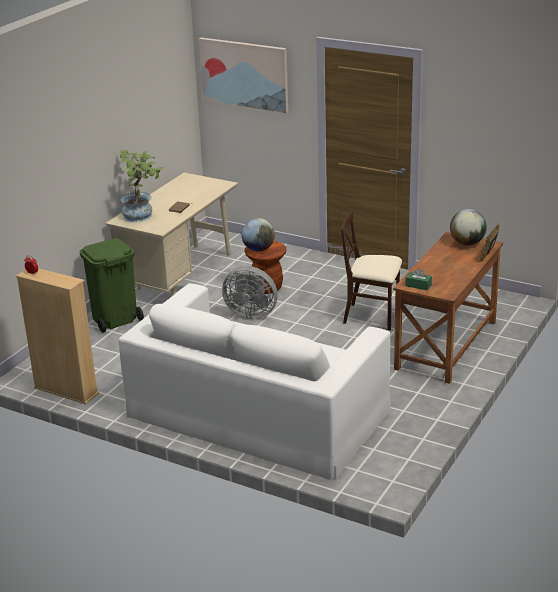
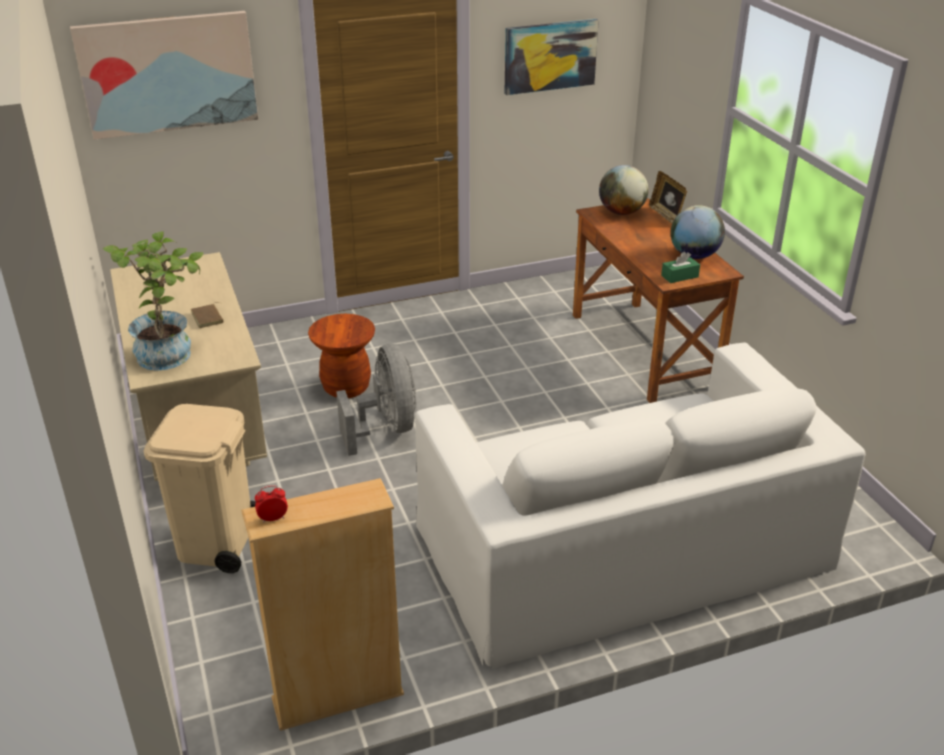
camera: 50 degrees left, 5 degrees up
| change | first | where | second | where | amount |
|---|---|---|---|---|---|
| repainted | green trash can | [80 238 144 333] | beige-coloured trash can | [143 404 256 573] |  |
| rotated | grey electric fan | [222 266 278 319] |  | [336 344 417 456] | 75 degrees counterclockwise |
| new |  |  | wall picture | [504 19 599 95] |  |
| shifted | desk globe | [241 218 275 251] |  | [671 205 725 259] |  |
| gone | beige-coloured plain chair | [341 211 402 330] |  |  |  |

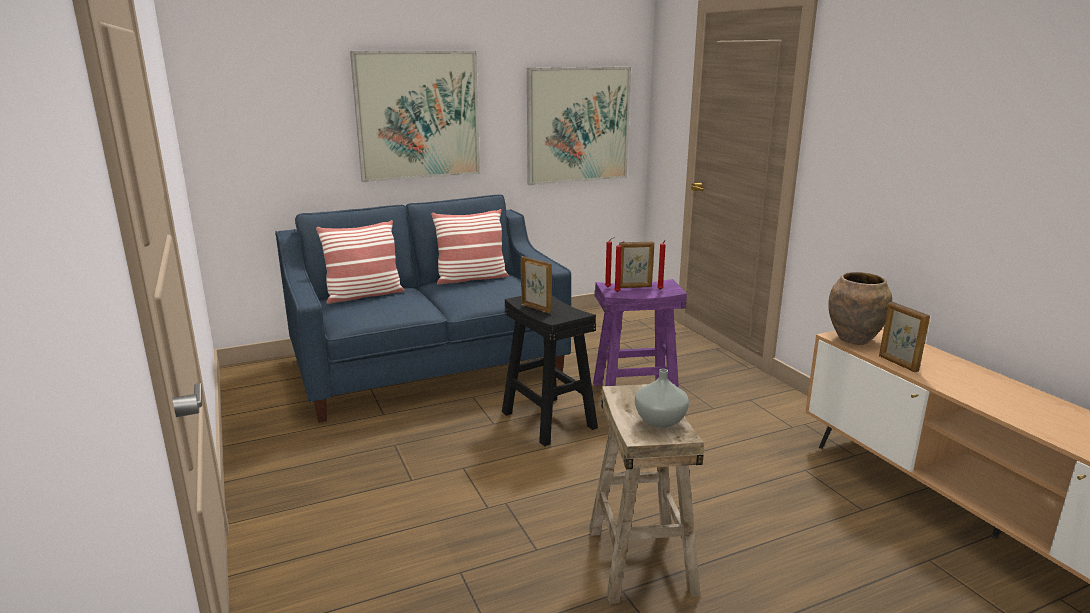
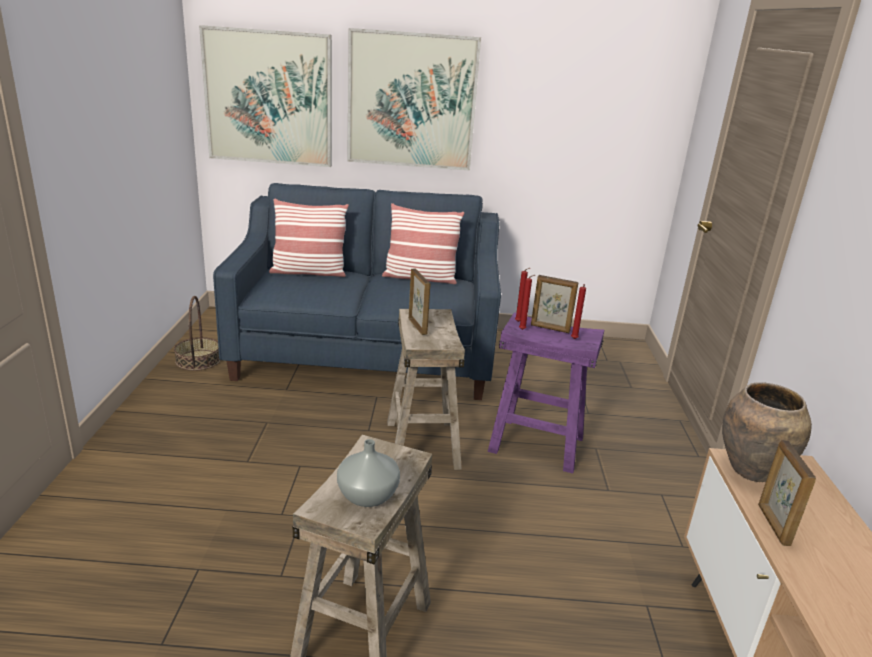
camera: 25 degrees right, 5 degrees up
| change | first | where | second | where | amount |
|---|---|---|---|---|---|
| new |  |  | basket | [174 296 221 371] |  |
| shifted | wall picture | [527 67 631 185] |  | [199 25 332 167] |  |
| repainted | black stool seat | [502 295 598 446] | beige-coloured stool seat | [387 309 465 470] |  |

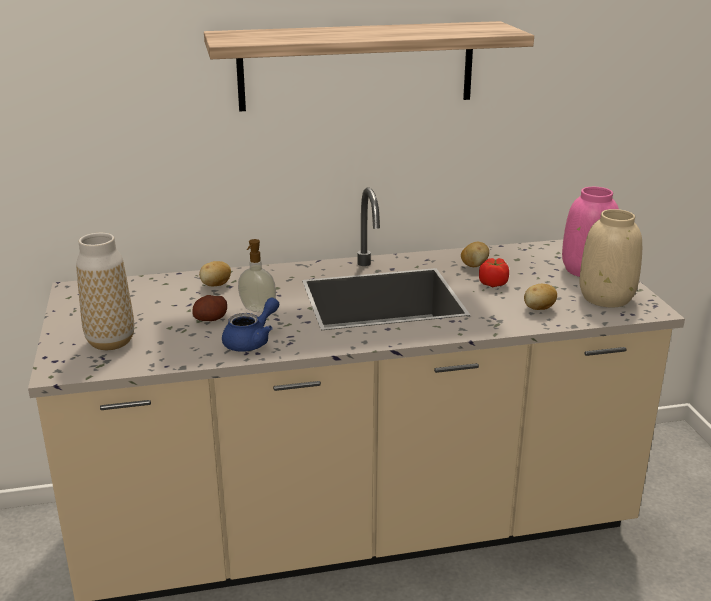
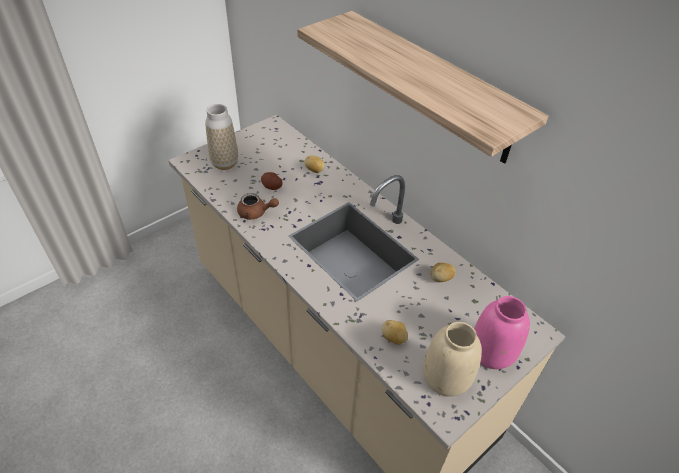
camera: 60 degrees right, 20 degrees up
| change | first | where | second | where | amount |
|---|---|---|---|---|---|
| repainted | blue-coloured teapot | [222 298 279 352] | brown teapot | [237 193 279 220] |  |
| gone | liquid soap bottle | [238 239 276 313] |  |  |  |
| gone | whole tomato | [479 258 509 287] |  |  |  |

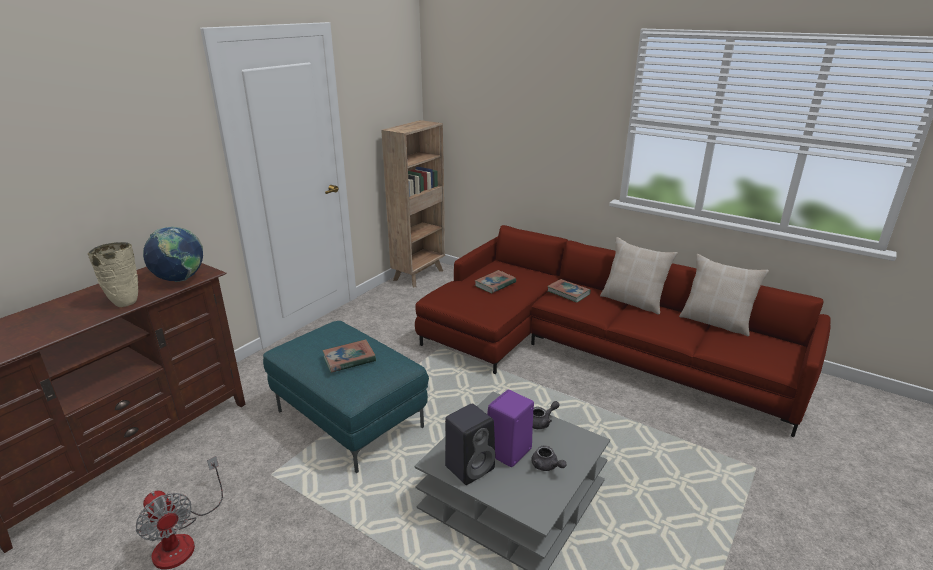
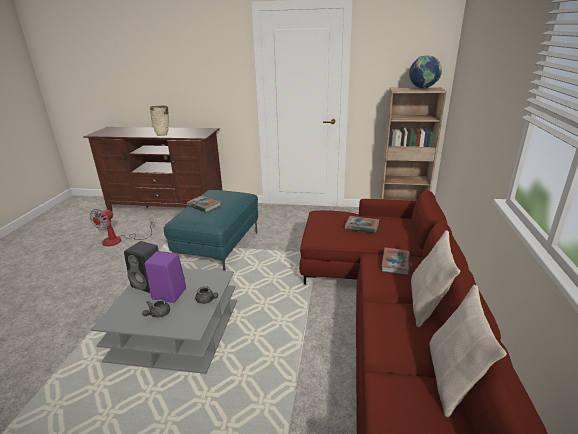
camera: 65 degrees right, 0 degrees up
| change | first | where | second | where | amount |
|---|---|---|---|---|---|
| shifted | desk globe | [143 226 203 282] |  | [409 55 442 89] |  |

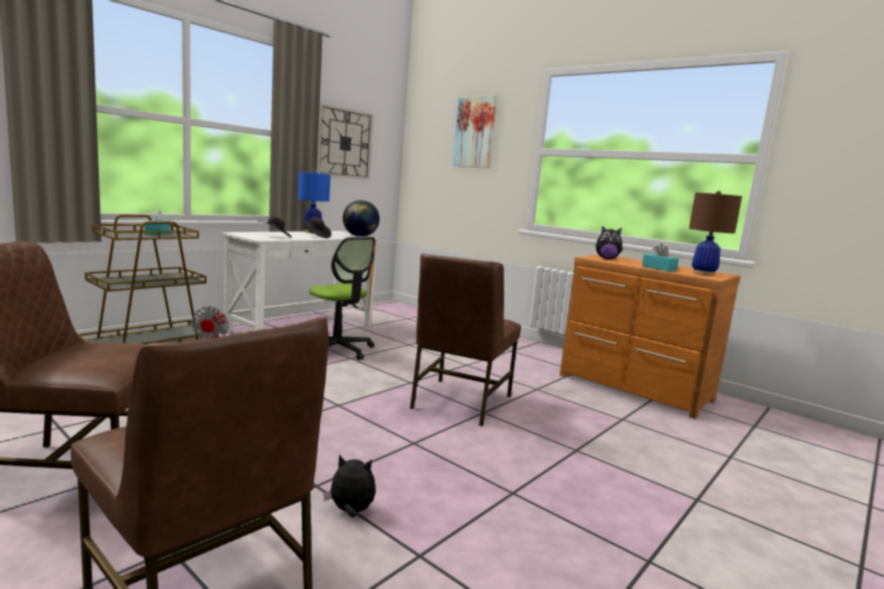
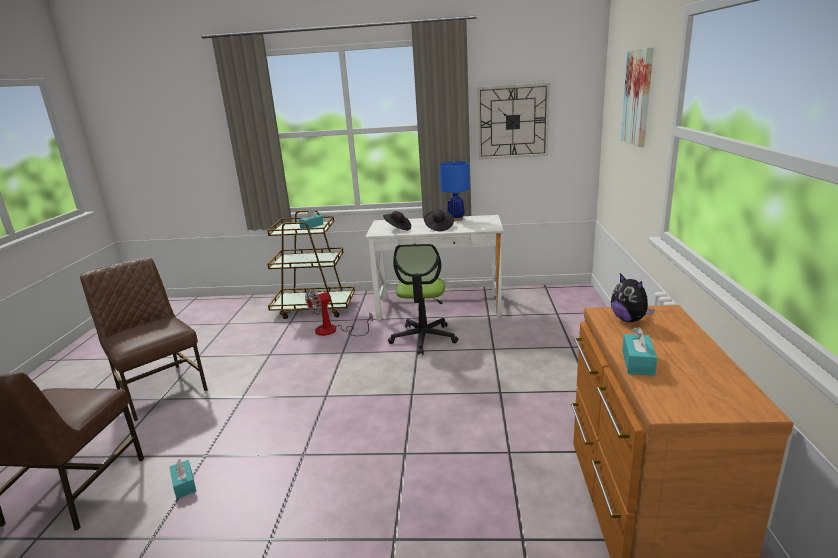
camera: 55 degrees right, 10 degrees up
| change | first | where | second | where | amount |
|---|---|---|---|---|---|
| swapped | plush toy | [323 454 376 518] | blue-green tissue box | [170 459 196 499] |  |
| gone | desk globe | [343 200 380 237] |  |  |  |
| gone | brown plain chair | [410 253 521 426] |  |  |  |
| gone | brown tabletop lamp | [689 191 742 276] |  |  |  |

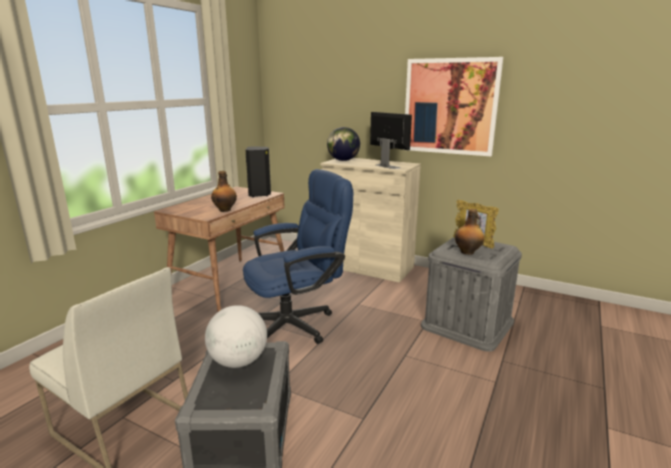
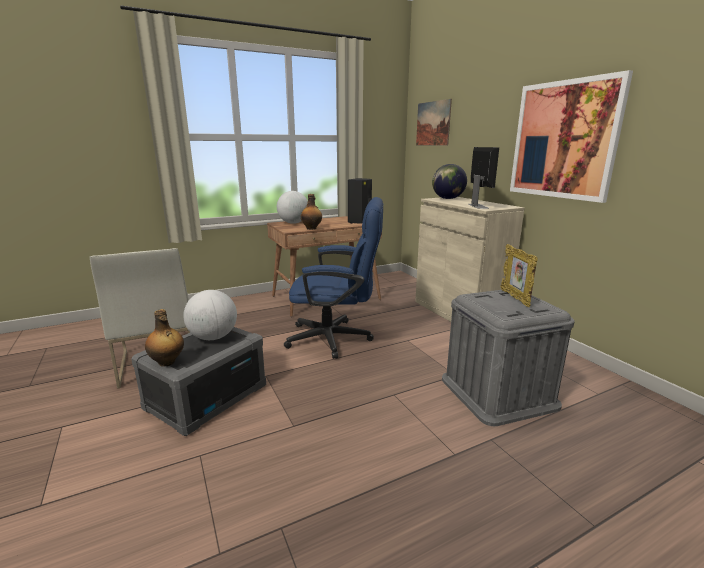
camera: 35 degrees right, 0 degrees up
| change | first | where | second | where | amount |
|---|---|---|---|---|---|
| shifted | bottle | [455 209 484 255] |  | [145 309 184 367] |  |
| new |  |  | desk globe | [277 191 308 224] |  |
| new |  |  | wall picture | [416 99 452 145] |  |

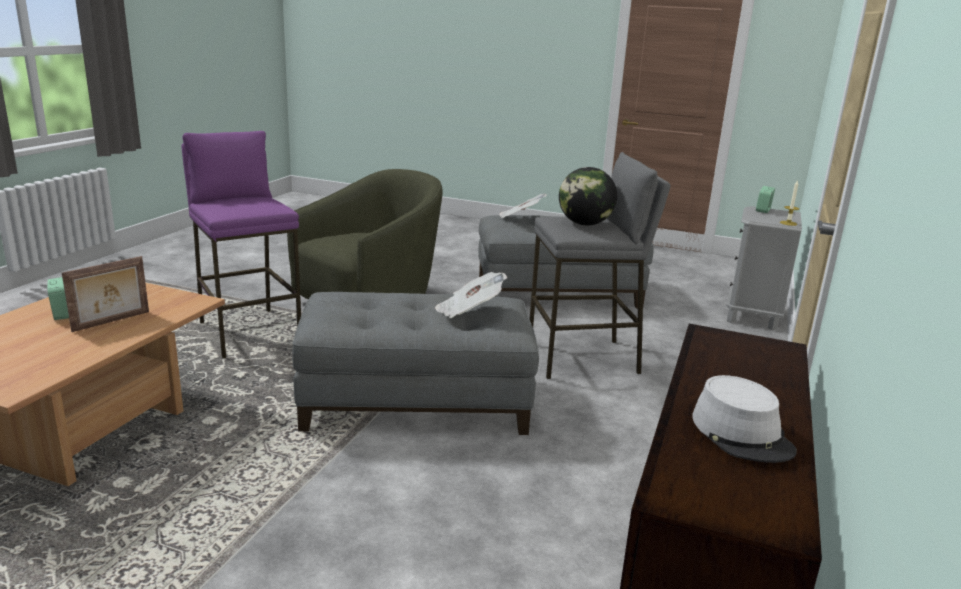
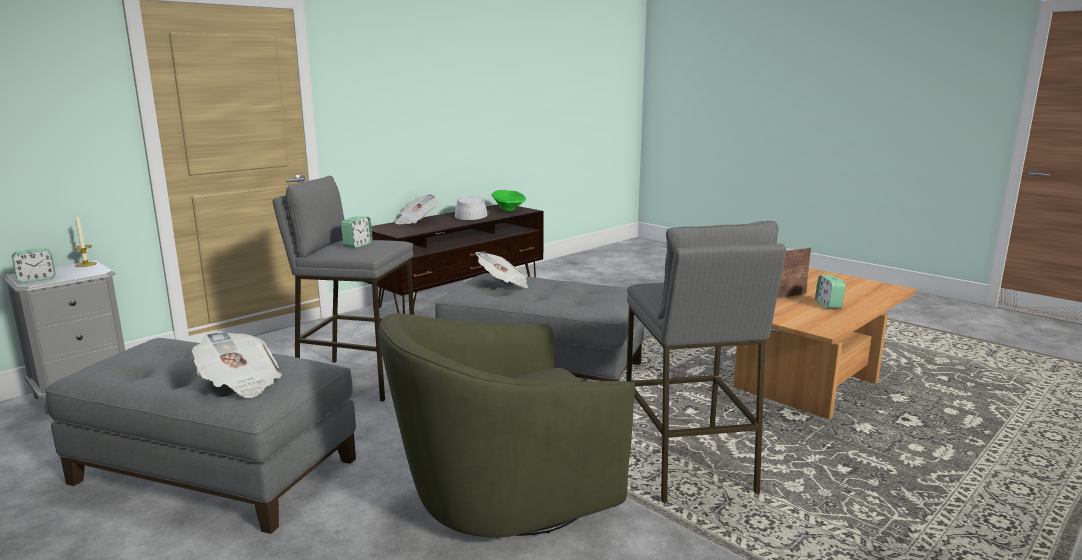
camera: 155 degrees left, 5 degrees down
| change | first | where | second | where | amount |
|---|---|---|---|---|---|
| swapped | desk globe | [559 167 617 225] | table clock | [341 216 373 248] |  |
| new |  |  | newspaper | [395 194 439 224] |  |
| new |  |  | green bowl | [491 190 526 211] |  |
| repainted | purple-coloured stool seat | [182 131 301 358] | grey stool seat | [626 221 786 503] |  |

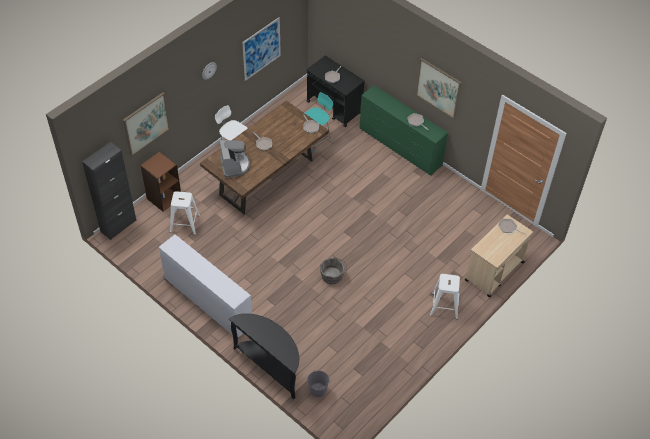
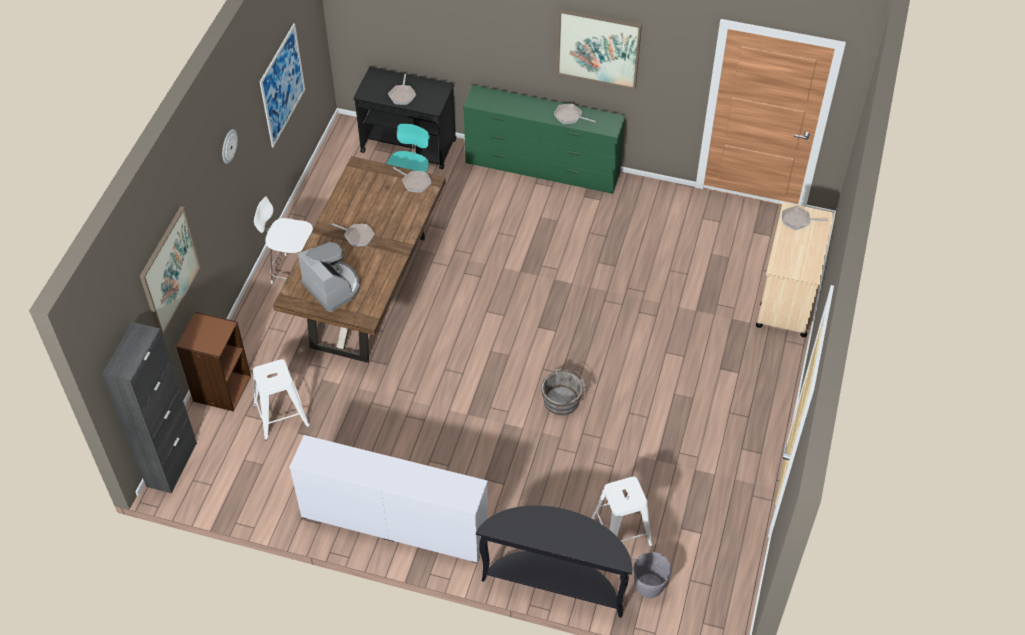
camera: 25 degrees left, 0 degrees up
| change | first | where | second | where | amount |
|---|---|---|---|---|---|
| shifted | white stool seat | [430 274 460 319] |  | [591 477 653 547] |  |

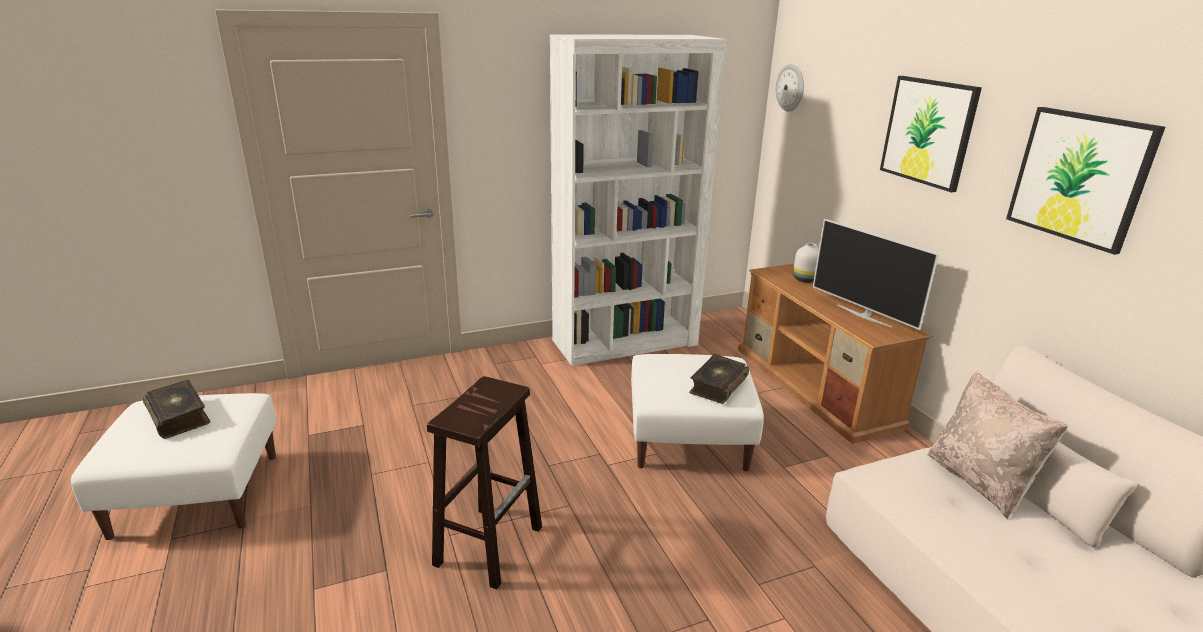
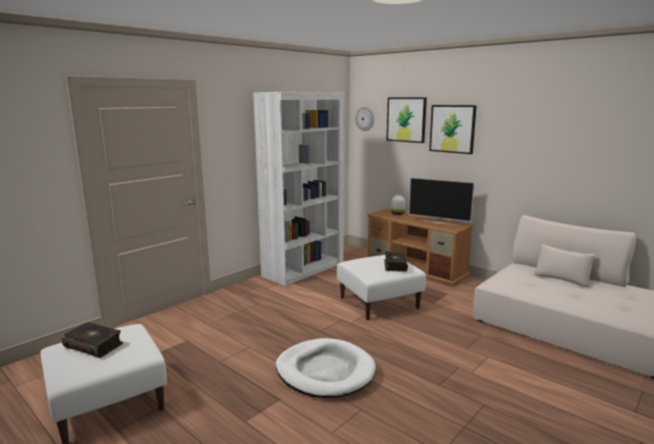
camera: 25 degrees left, 10 degrees down
| change | first | where | second | where | amount |
|---|---|---|---|---|---|
| swapped | brown stool seat | [427 376 542 589] | white dog bed | [276 338 376 398] |  |
| shifted | wall picture | [1006 107 1165 255] |  | [386 97 427 143] |  |
| gone | beige-coloured cushion | [927 371 1068 519] |  |  |  |

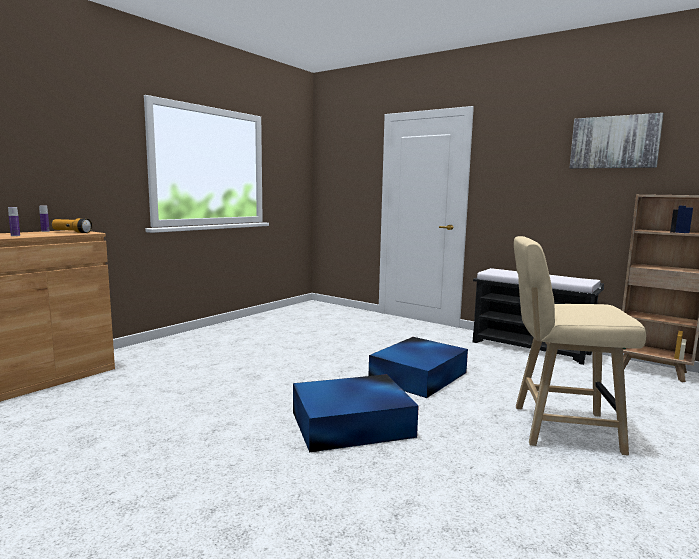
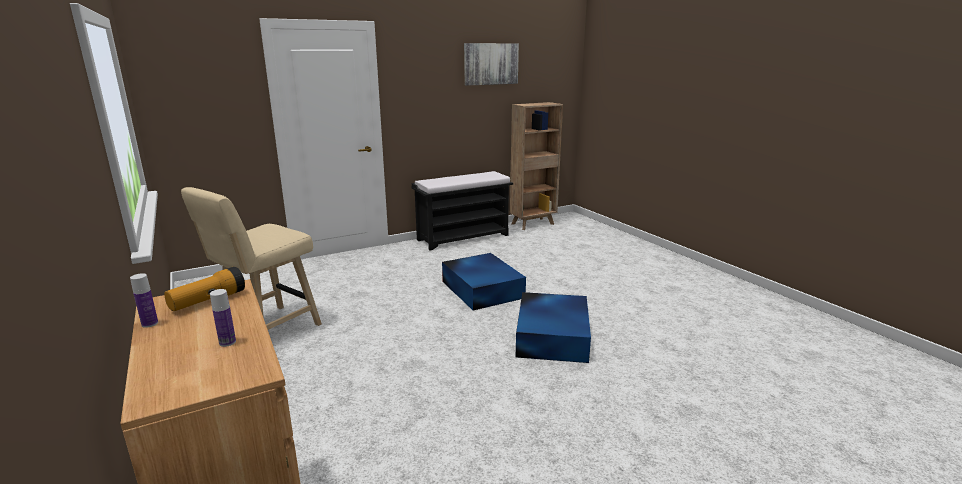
camera: 65 degrees left, 10 degrees up
| change | first | where | second | where | amount |
|---|---|---|---|---|---|
| shifted | beige-coloured stool seat | [514 236 646 456] |  | [181 187 322 330] |  |

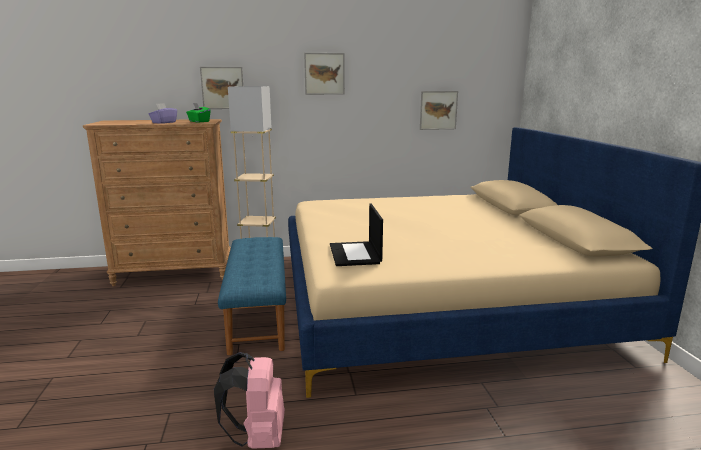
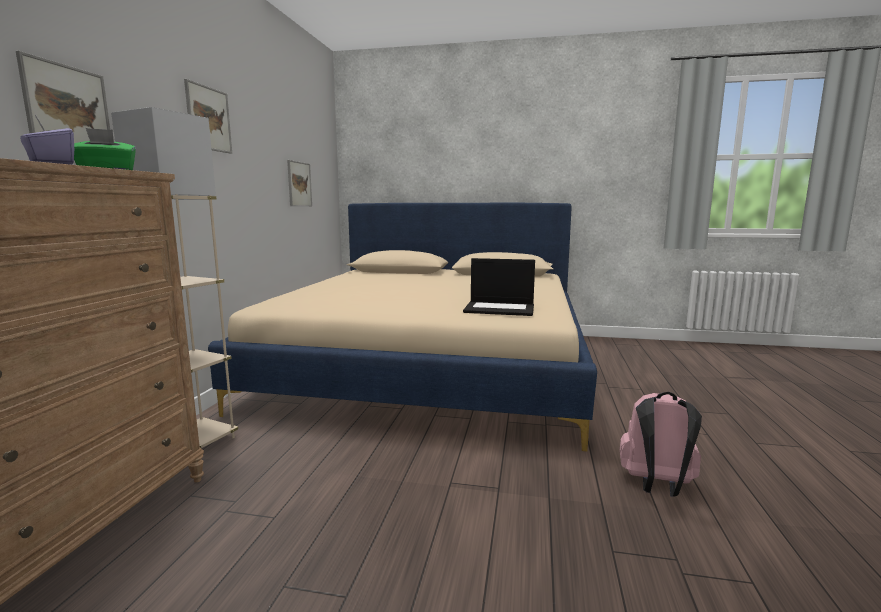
camera: 70 degrees left, 5 degrees down
| change | first | where | second | where | amount |
|---|---|---|---|---|---|
| gone | blue-coloured bench | [218 237 286 355] |  |  |  |

